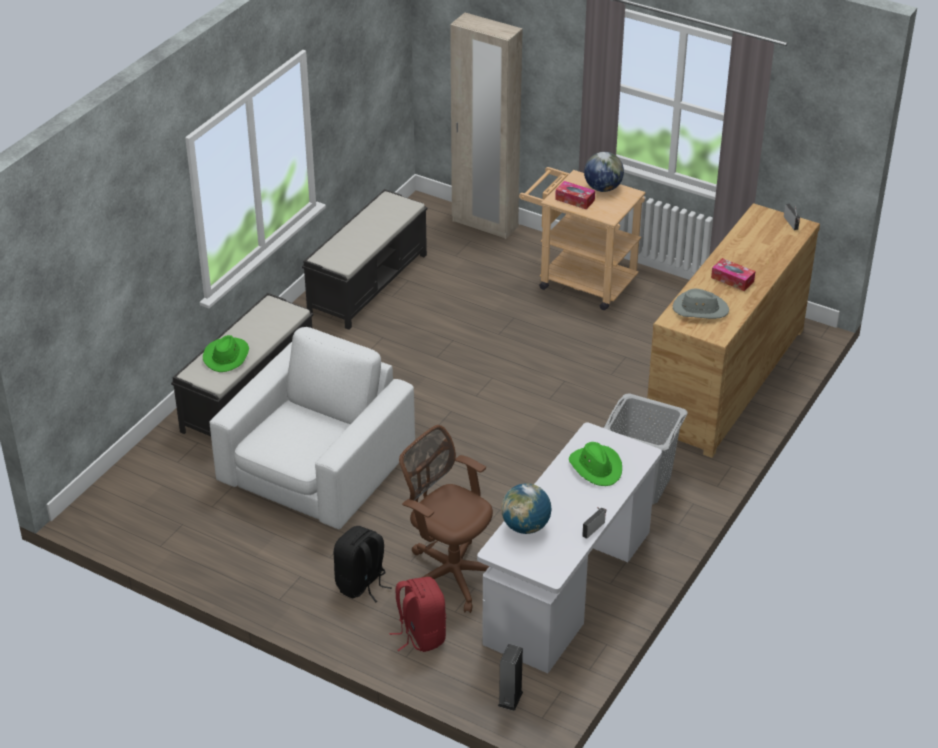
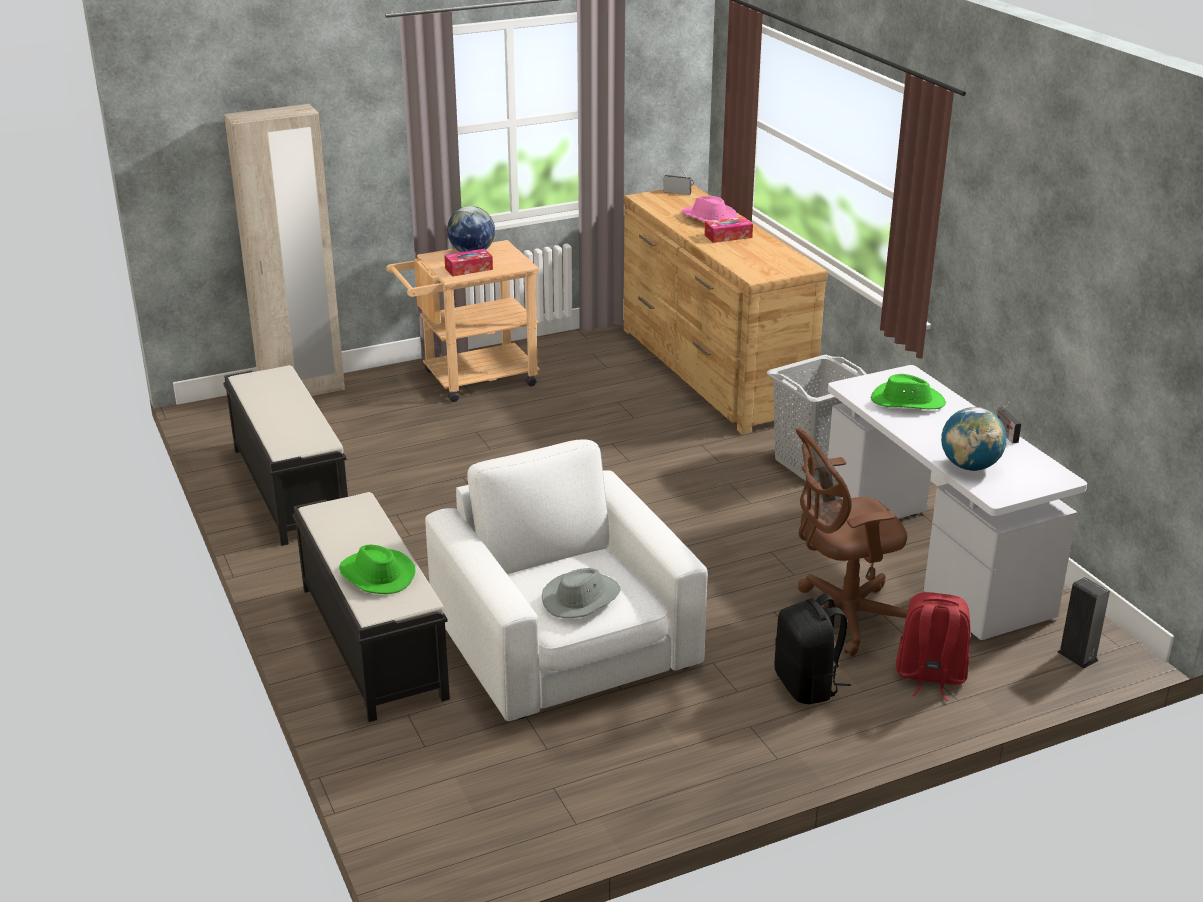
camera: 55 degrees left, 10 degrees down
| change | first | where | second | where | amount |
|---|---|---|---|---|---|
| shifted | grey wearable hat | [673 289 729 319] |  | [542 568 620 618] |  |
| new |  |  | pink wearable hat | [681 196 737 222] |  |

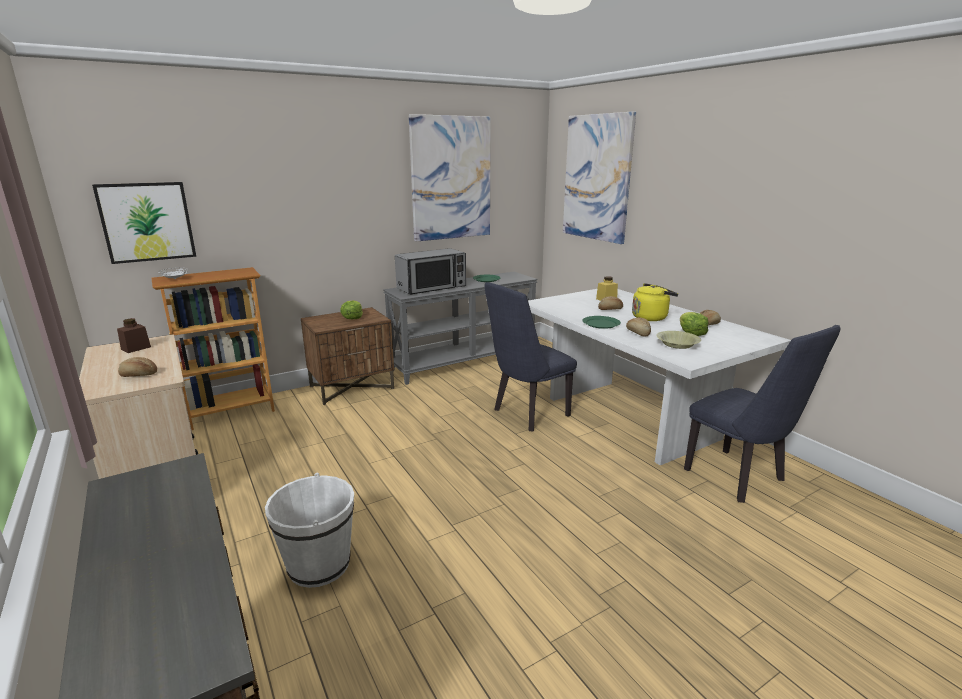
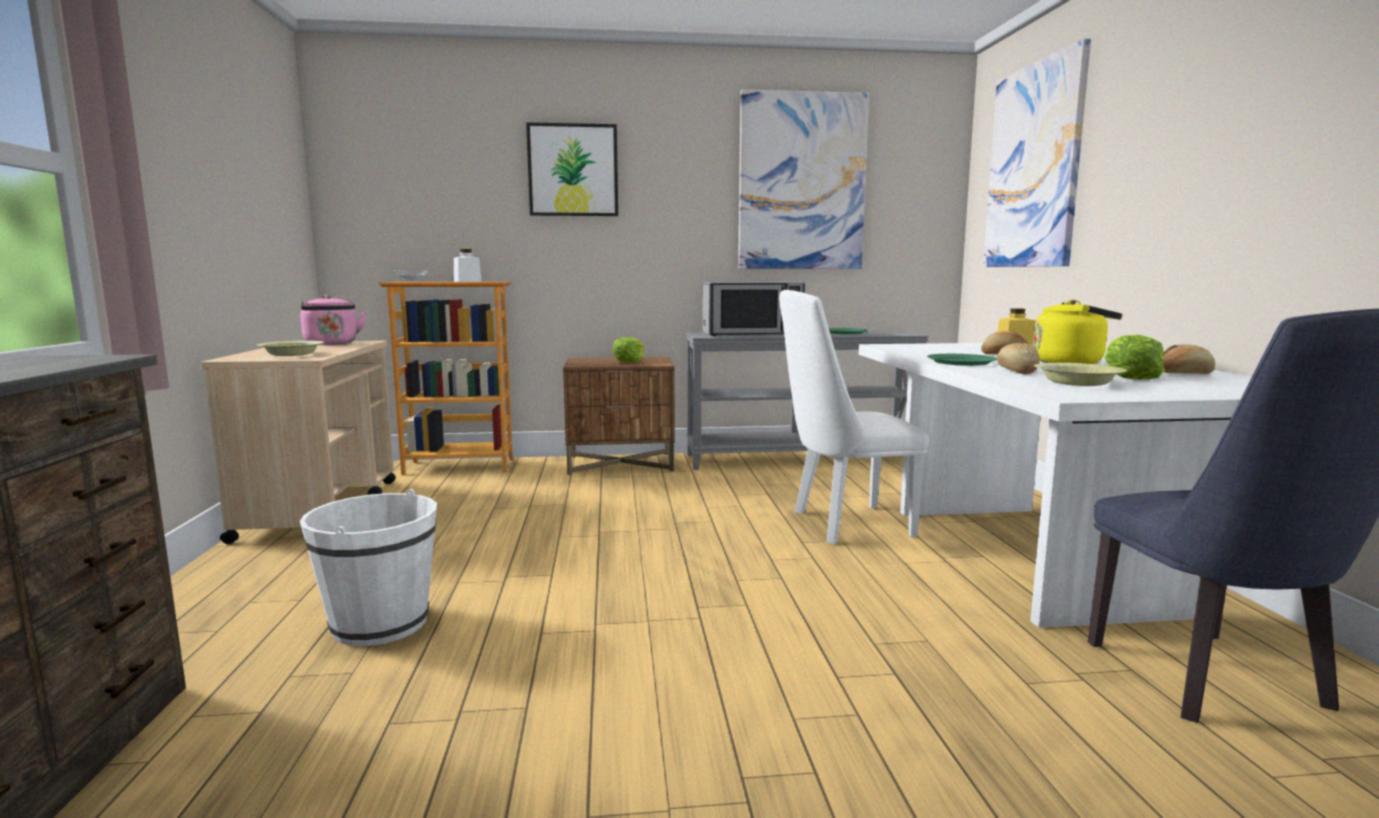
camera: 25 degrees right, 10 degrees down
| change | first | where | second | where | amount |
|---|---|---|---|---|---|
| swapped | baked bread | [118 357 157 377] | yellowish bowl | [257 341 324 356] |  |
| swapped | brown jar | [117 318 151 353] | pink water kettle | [300 295 367 345] |  |
| new |  |  | white jar | [454 249 482 282] |  |
| shifted | wall picture | [92 182 196 264] |  | [526 122 618 216] |  |
| repainted | blue-coloured plain chair | [485 282 577 432] | white plain chair | [779 290 929 544] |  |

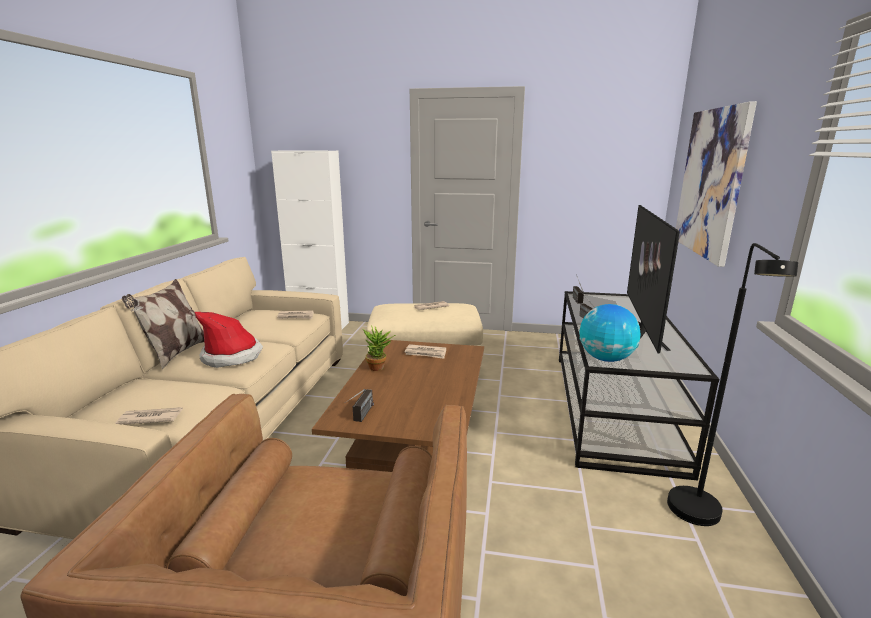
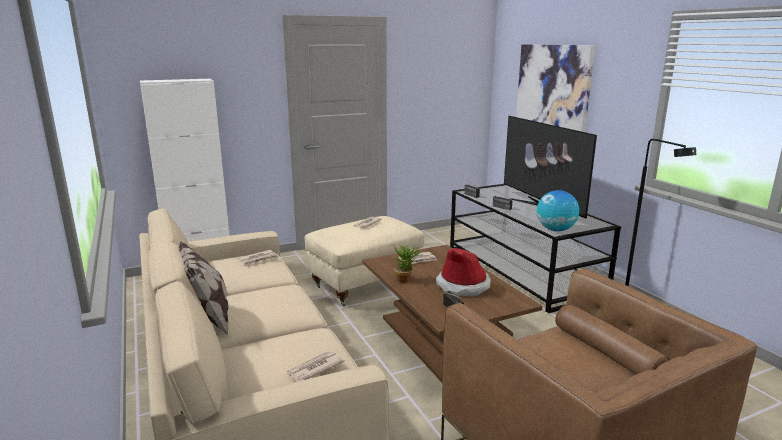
camera: 35 degrees left, 0 degrees up
| change | first | where | second | where | amount |
|---|---|---|---|---|---|
| shifted | wearable hat | [195 312 263 368] |  | [436 248 491 297] |  |

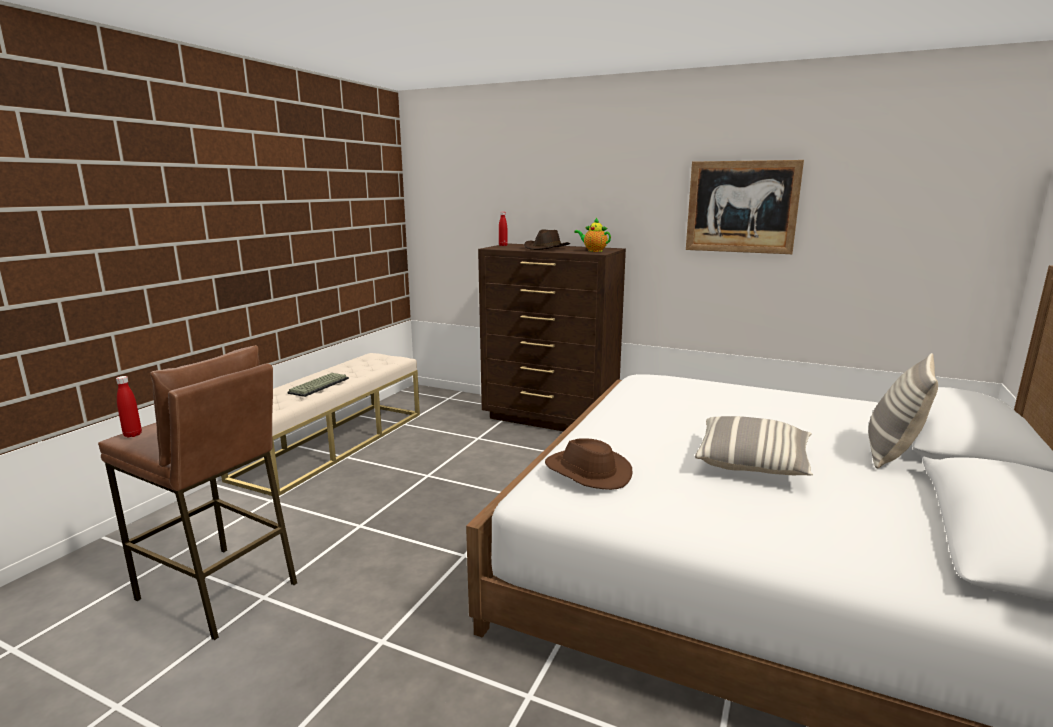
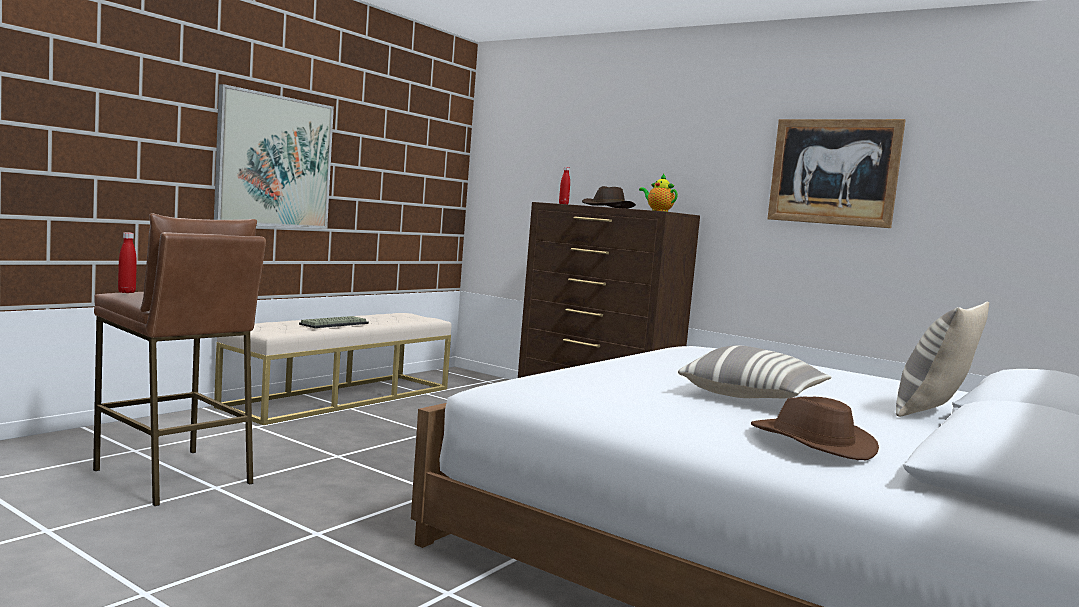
camera: 10 degrees right, 10 degrees down
| change | first | where | second | where | amount |
|---|---|---|---|---|---|
| new |  |  | wall picture | [214 84 334 229] |  |
| shifted | brown wearable hat | [545 438 633 490] |  | [751 397 879 460] |  |

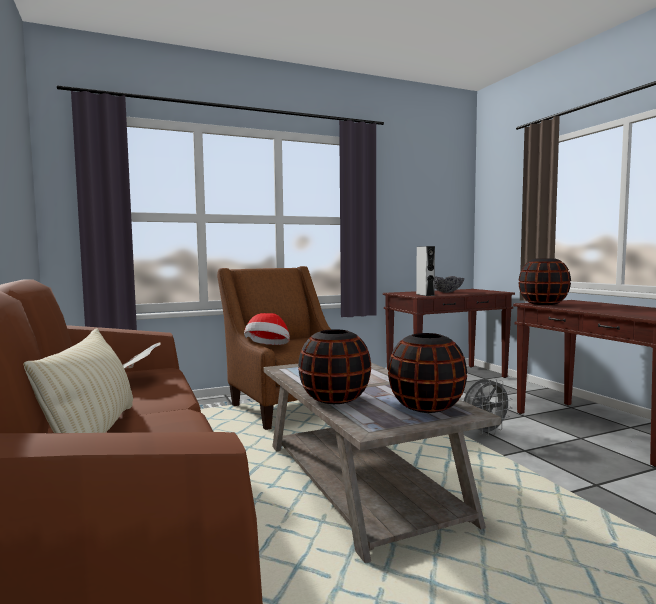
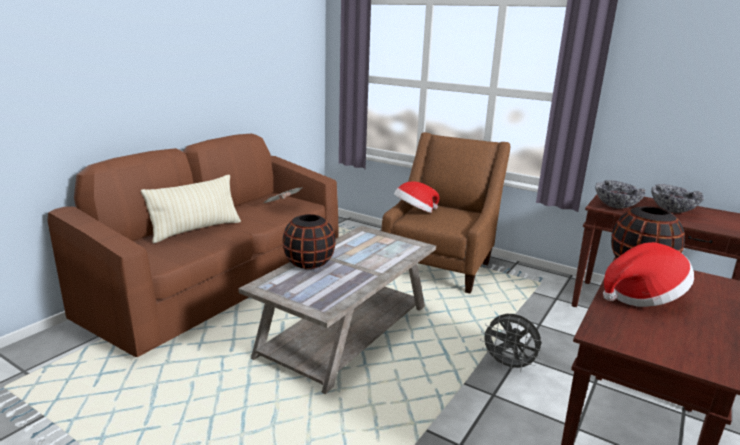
camera: 55 degrees right, 15 degrees up
| change | first | where | second | where | amount |
|---|---|---|---|---|---|
| swapped | grey loudspeaker | [416 246 435 296] | bowl | [595 180 646 208] |  |
| new |  |  | wearable hat | [603 242 694 307] |  |
| gone | black flower vase | [388 333 467 413] |  |  |  |

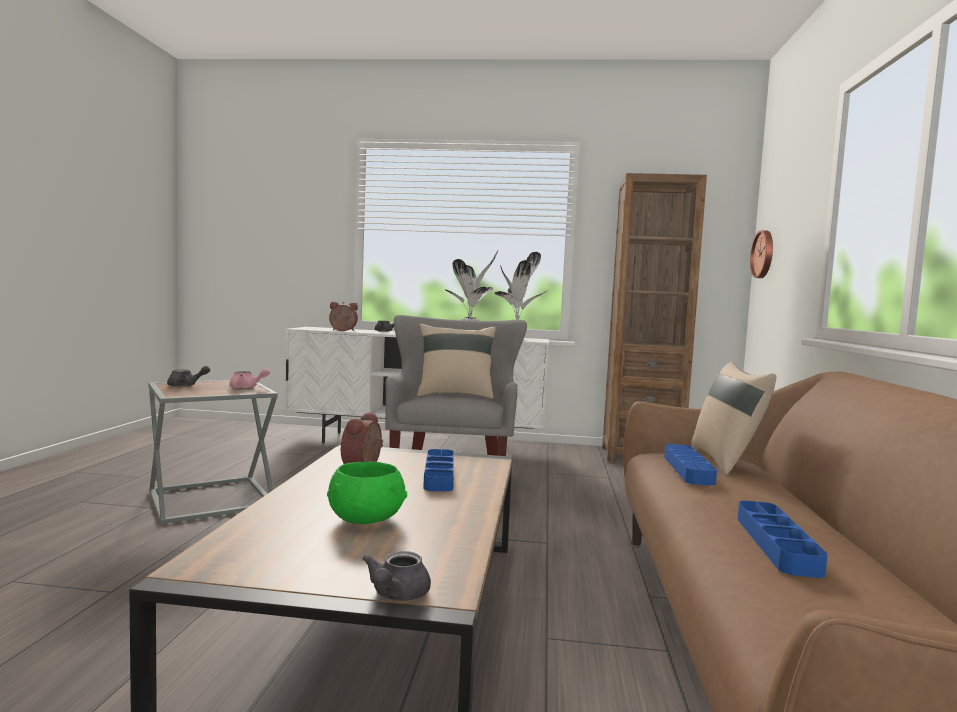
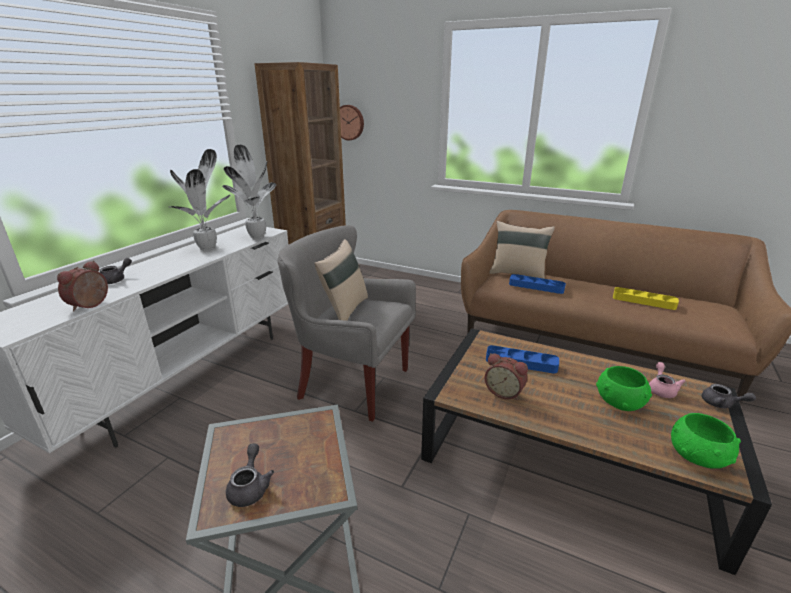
camera: 70 degrees left, 20 degrees up
| change | first | where | second | where | amount |
|---|---|---|---|---|---|
| repainted | blue-coloured carrying tray | [738 501 828 578] | yellowish carrying tray | [613 287 679 310] |  |
| shifted | pink teapot | [229 368 270 389] |  | [649 362 686 398] |  |
| new |  |  | green bowl | [671 413 741 469] |  |

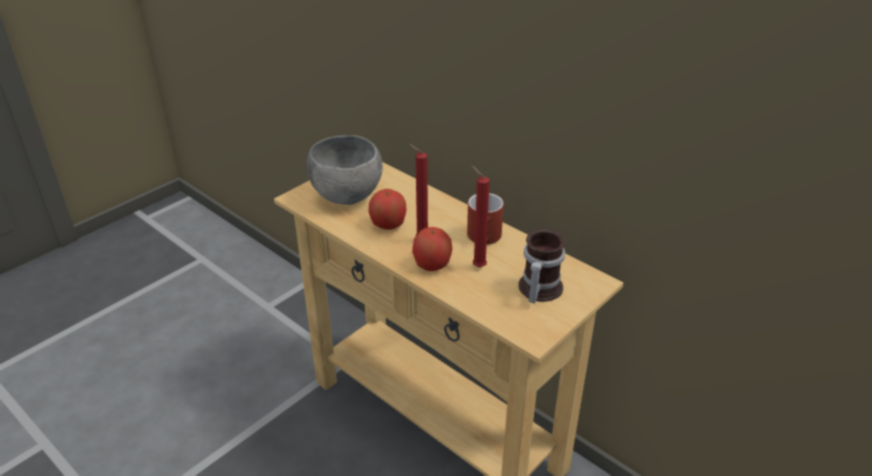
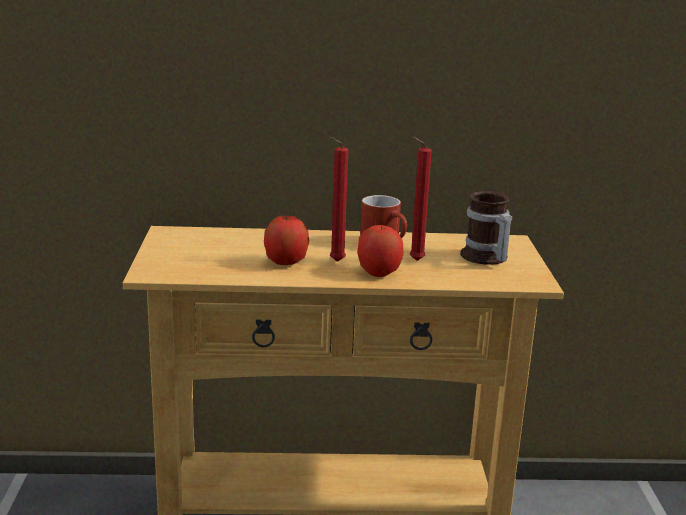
camera: 45 degrees left, 15 degrees down
| change | first | where | second | where | amount |
|---|---|---|---|---|---|
| gone | grey bowl | [307 135 383 205] |  |  |  |

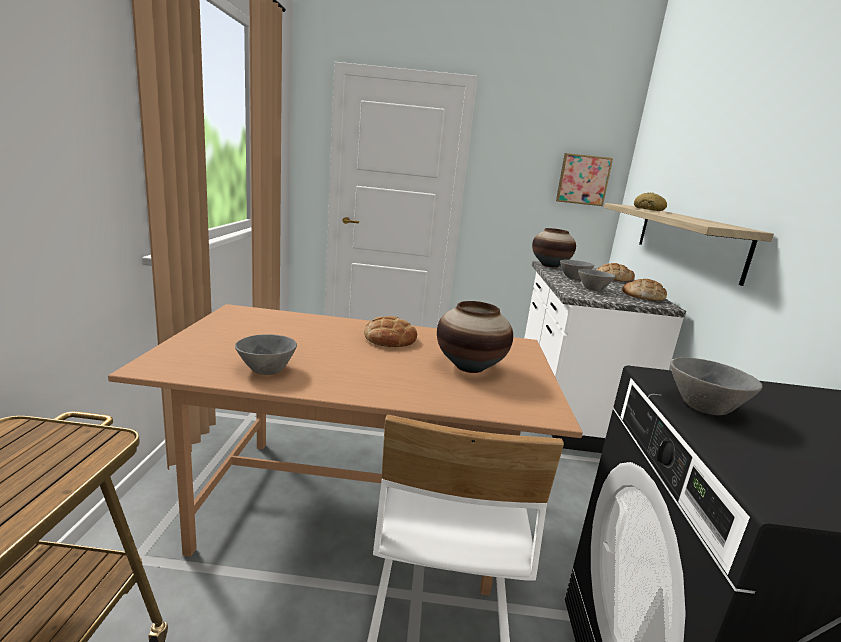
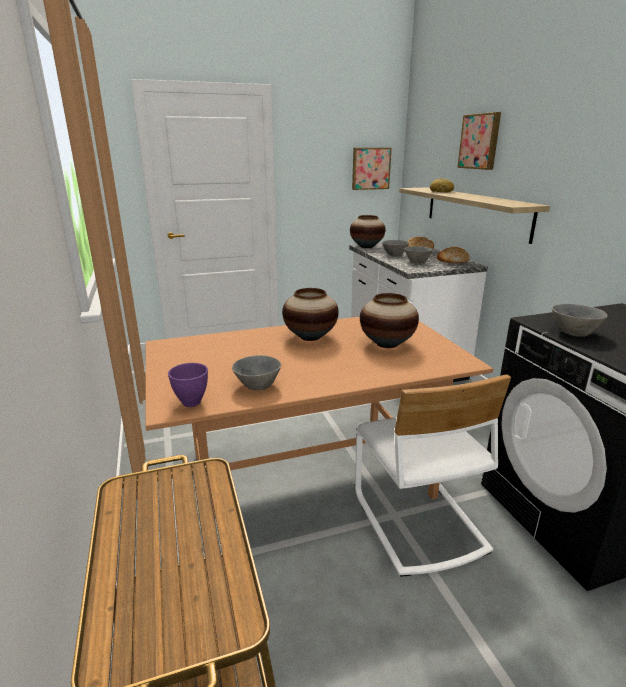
camera: 20 degrees left, 5 degrees up
| change | first | where | second | where | amount |
|---|---|---|---|---|---|
| new |  |  | purple-coloured bowl | [168 363 208 407] |  |
| swapped | baked bread | [364 316 417 347] | flower vase | [282 288 339 341] |  |
| new |  |  | wall picture | [457 112 501 170] |  |

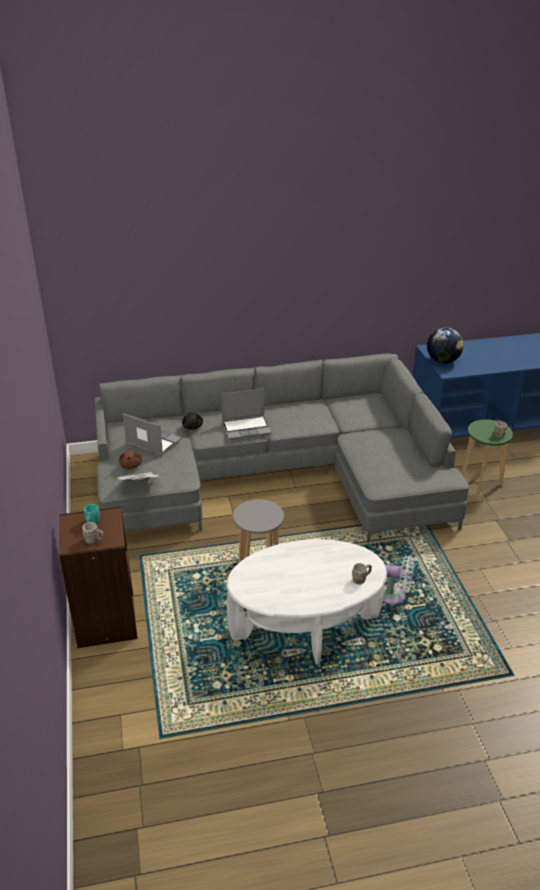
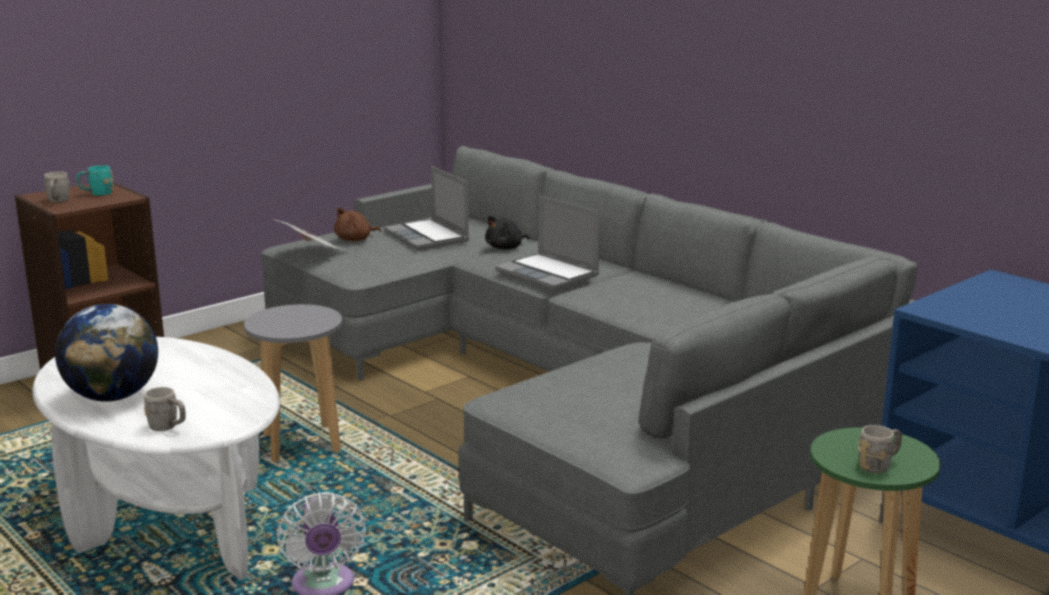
camera: 60 degrees right, 15 degrees down
| change | first | where | second | where | amount |
|---|---|---|---|---|---|
| shifted | desk globe | [427 328 464 364] |  | [55 304 158 402] |  |
| rotated | portable computer | [123 413 182 456] |  | [384 166 469 250] | 150 degrees clockwise |

